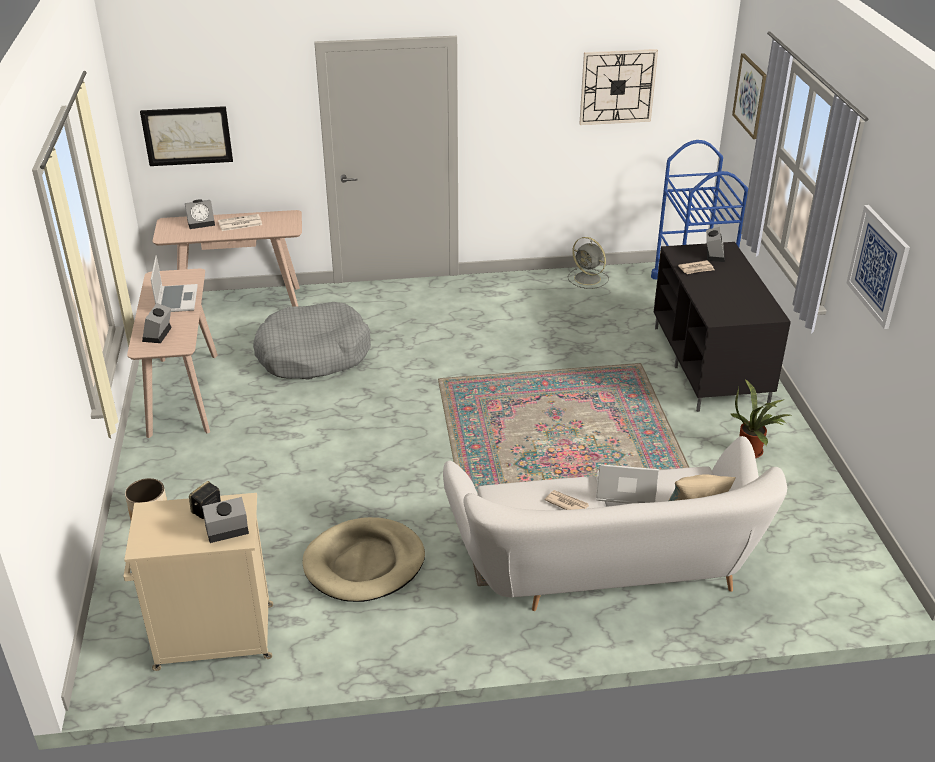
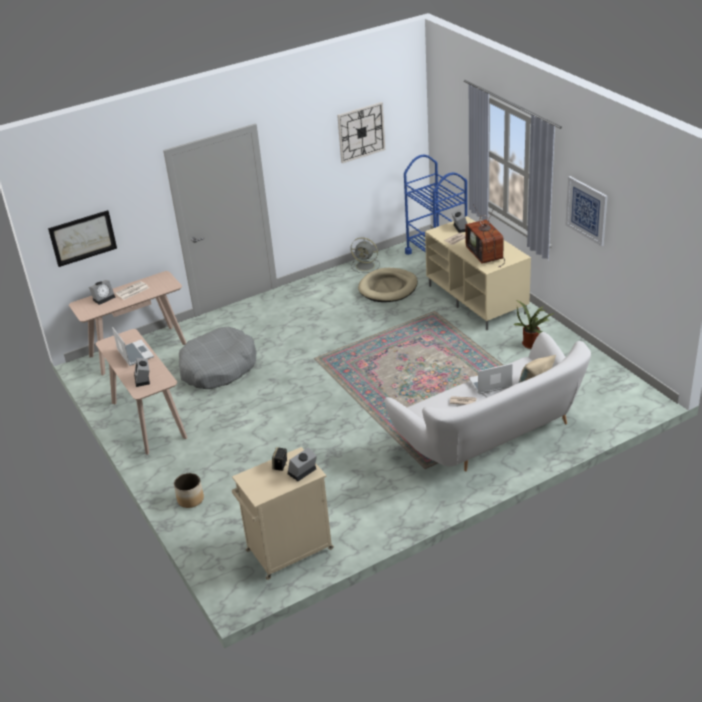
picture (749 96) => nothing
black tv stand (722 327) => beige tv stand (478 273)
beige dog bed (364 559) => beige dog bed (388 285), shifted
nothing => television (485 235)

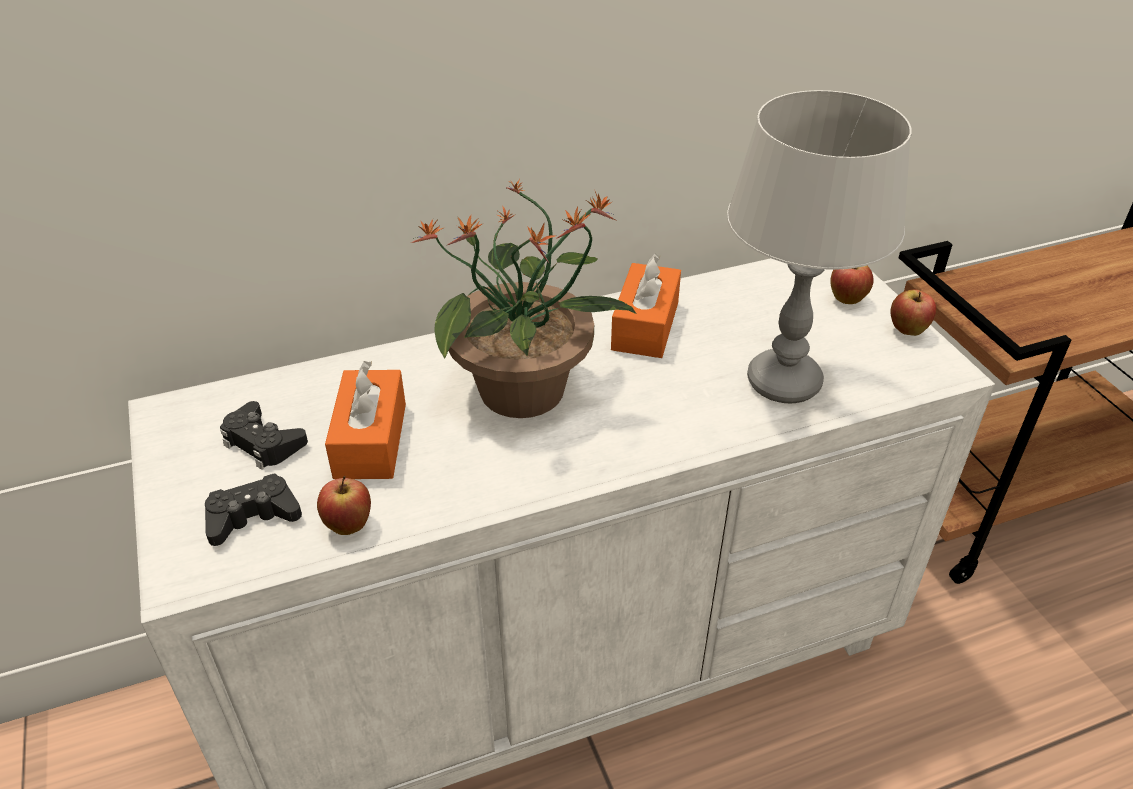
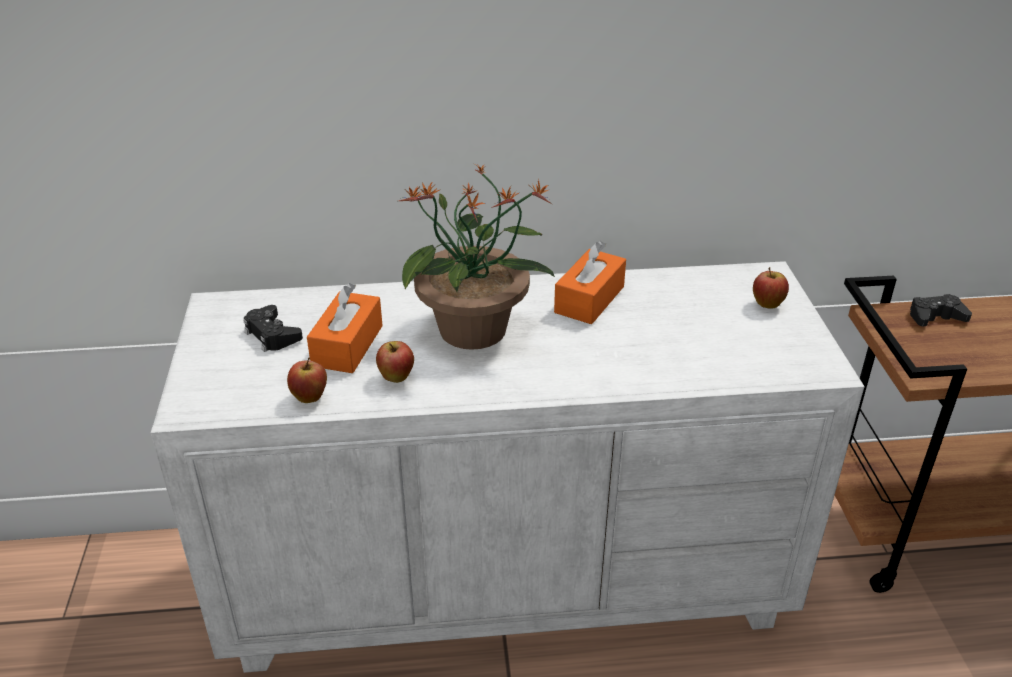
grey table lamp (819 246) => nothing
apple (913 313) => apple (395 362), shifted
black game controller (253 509) => black game controller (941 310), shifted

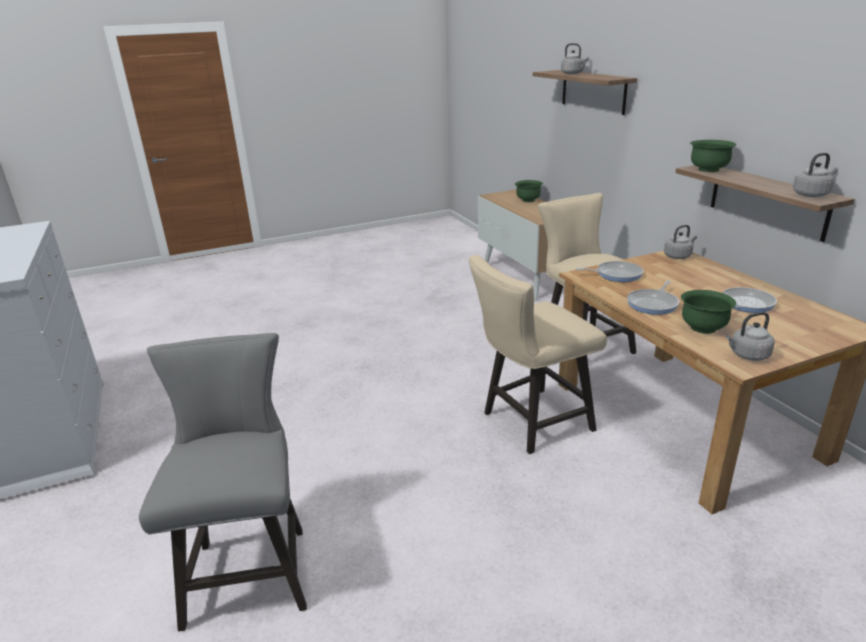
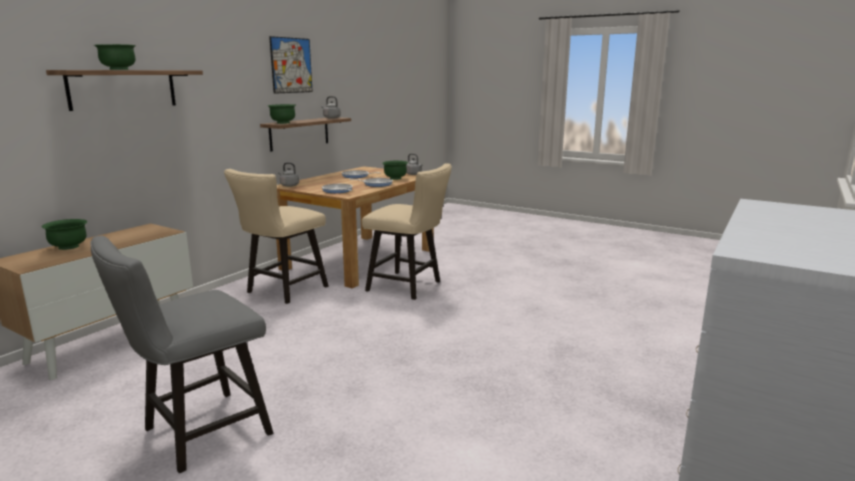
grey kettle (575 58) => green bowl (115 57)
grey chair (223 482) => grey chair (181 354), shifted
nothing => picture (291 65)

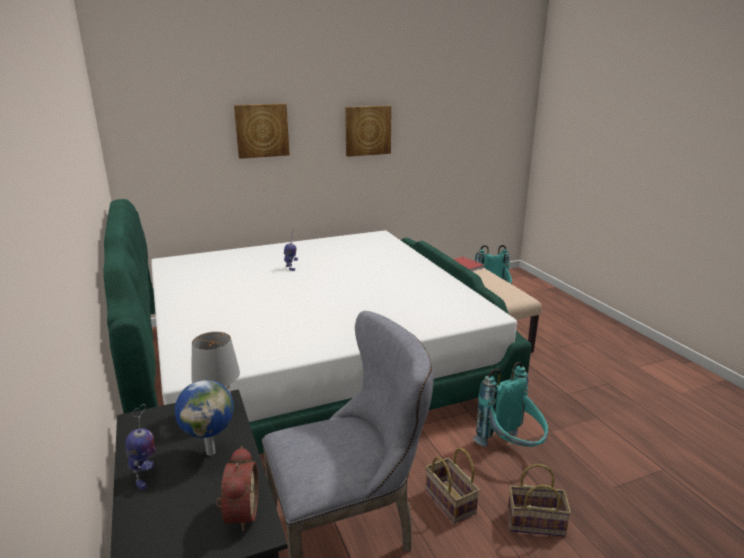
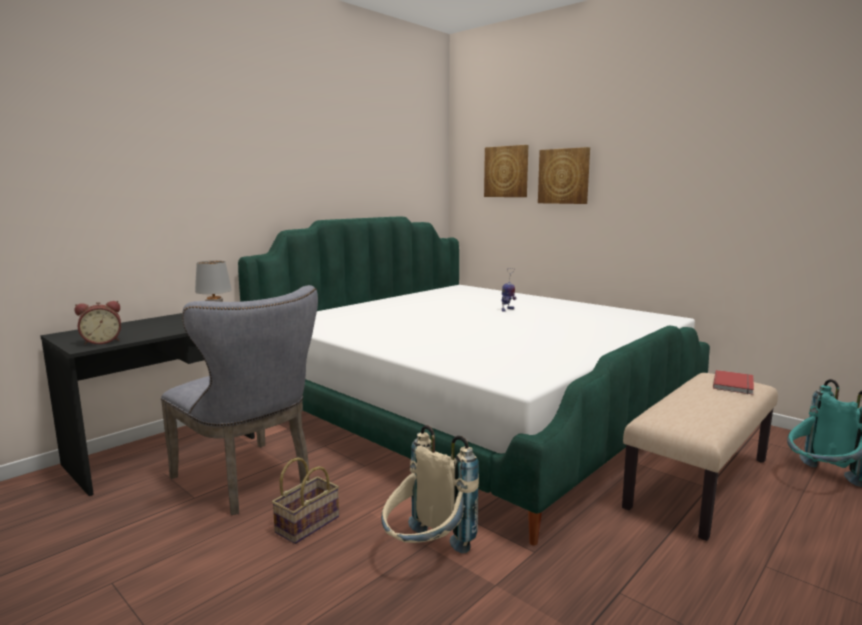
picture (368 131) => picture (506 171), shifted
turquoise backpack (510 404) => beige backpack (430 489)
globe (204 418) => nothing
toy robot (141 447) => nothing
basket (539 500) => nothing

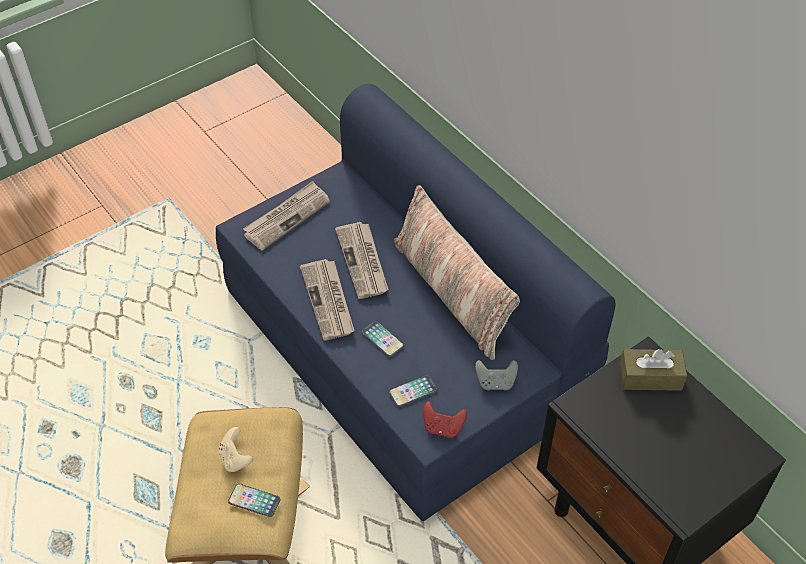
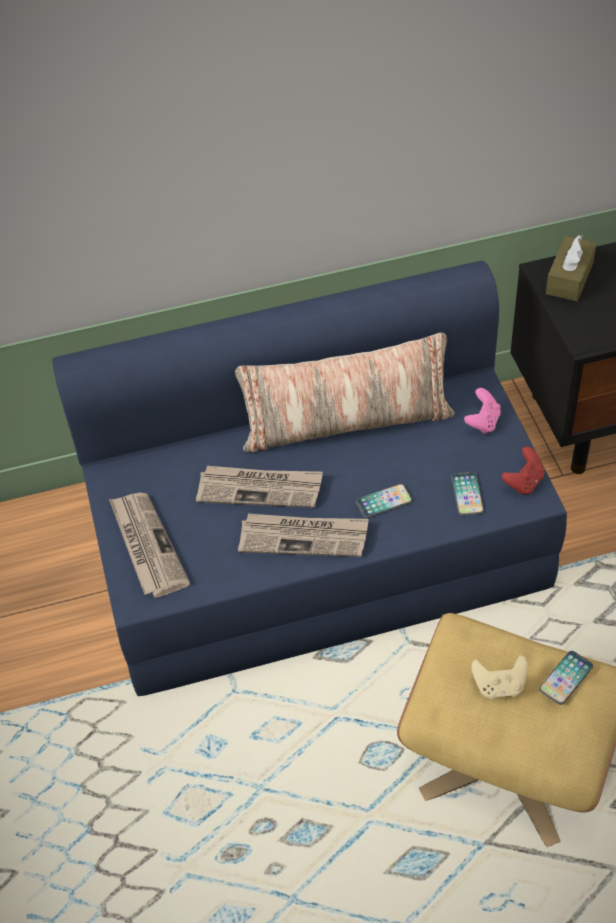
grey game controller (496 375) => pink game controller (482 411)

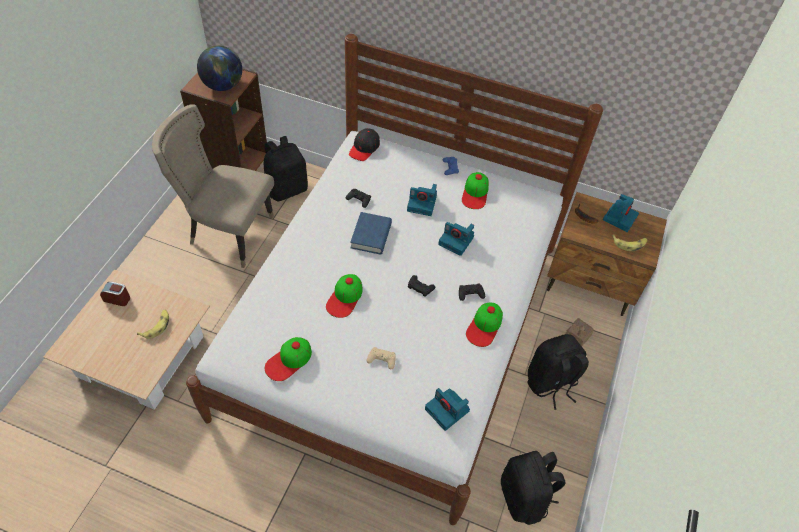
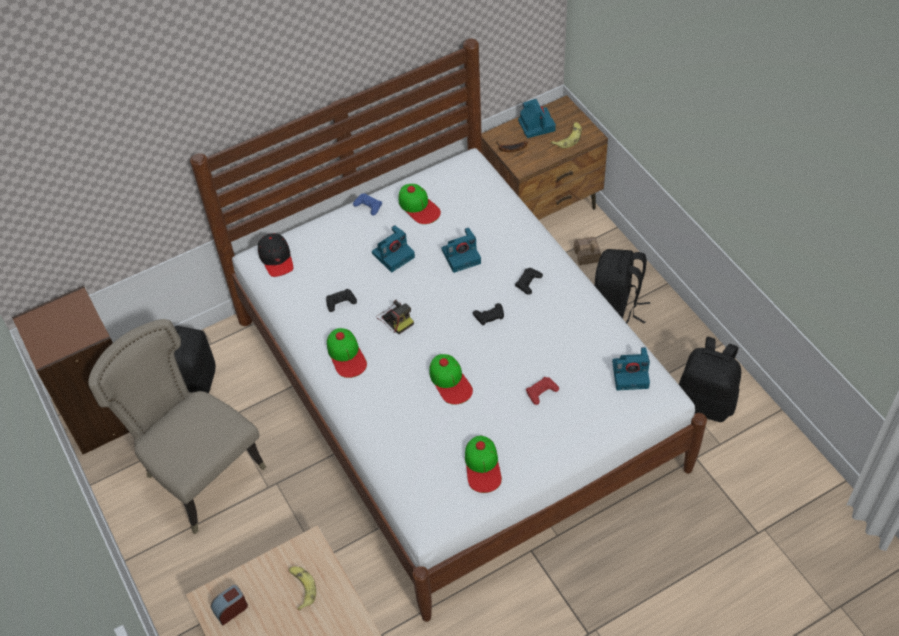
globe (219 68) => nothing
beige chair (213 186) => beige chair (177 426), 75 degrees clockwise
blue book (371 233) => photo camera (395 317)
cap (484 325) => cap (347 353), shifted
beige game controller (381 358) => red game controller (542 391)

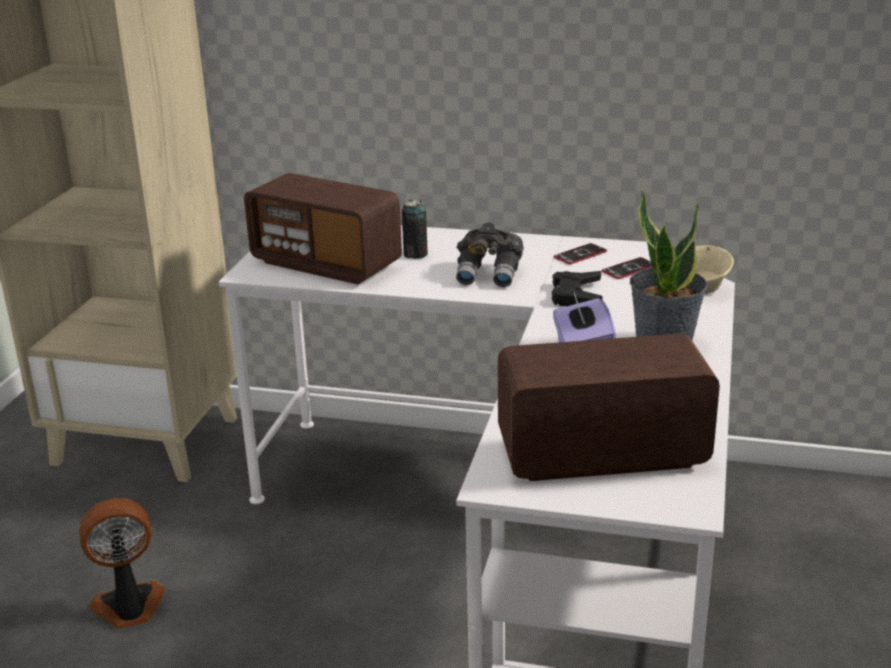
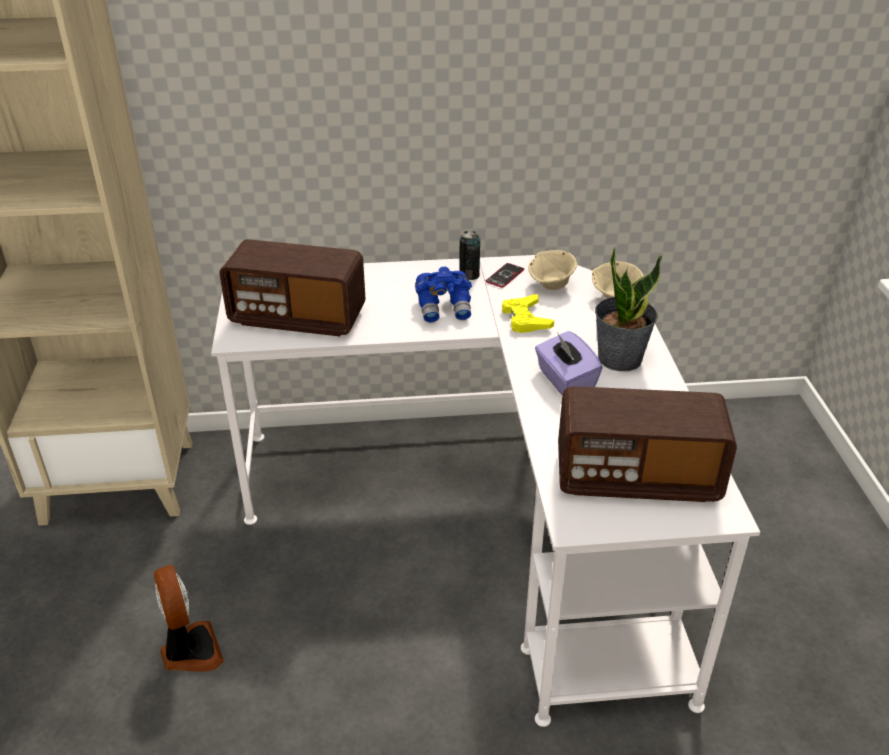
can (415 229) => can (469 255), shifted
grey binoculars (490 254) => blue binoculars (443 294)
phone (627 268) => beige bowl (552 270)
black game controller (577 288) => yellow game controller (528 313)
radio (609 407) => radio (647 444), 150 degrees counterclockwise
fan (121 563) => fan (188 618), 105 degrees clockwise

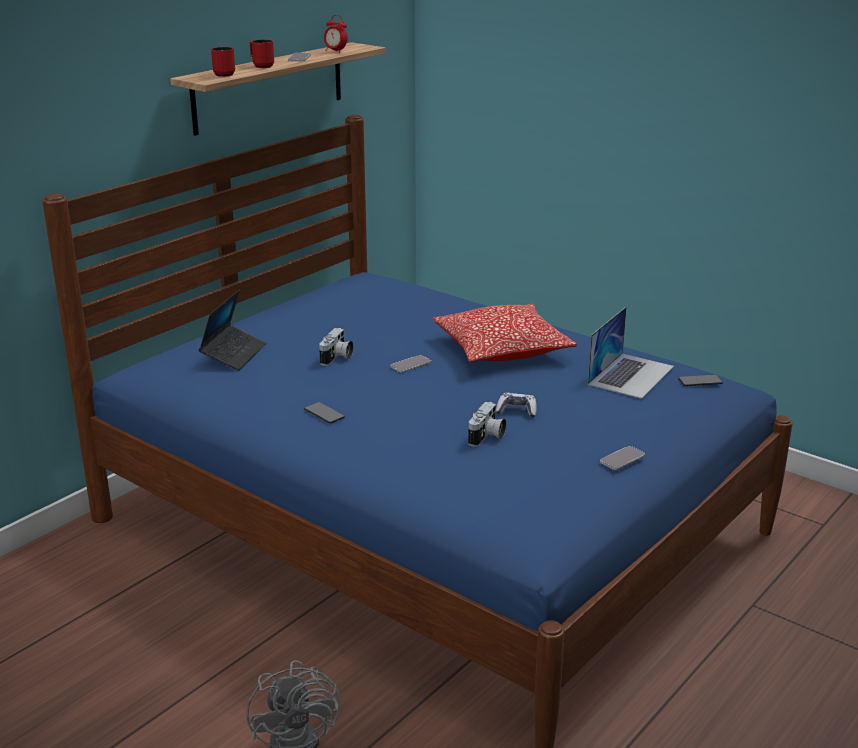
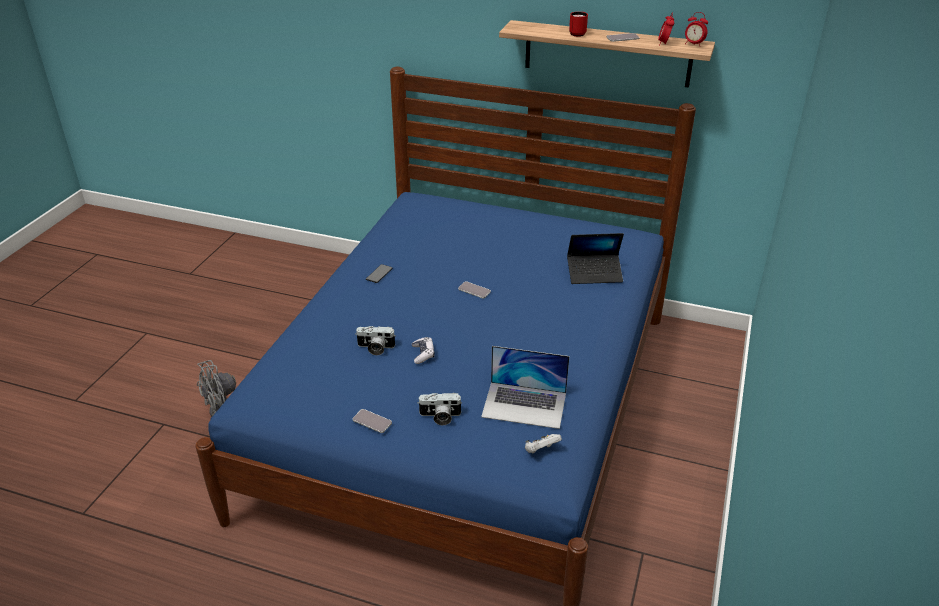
red mug (223 62) => nothing
laptop (232 330) => laptop (595 258), shifted
pillow (505 333) => nothing
photo camera (336 347) => photo camera (440 409), shifted
phone (700 380) => white game controller (543 443)
nothing => alarm clock (696 29)

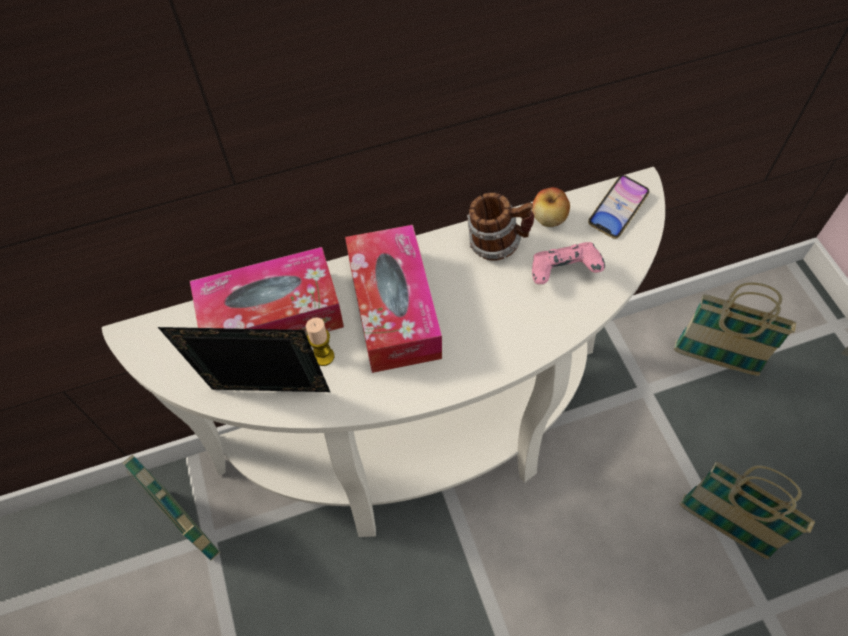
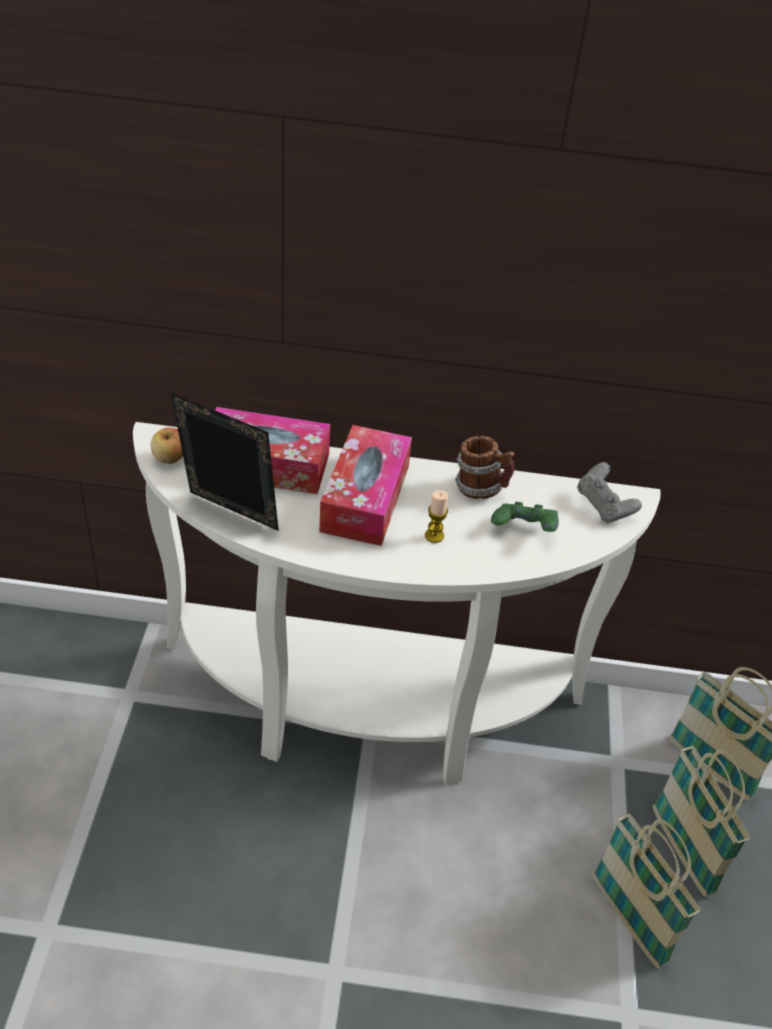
phone (619 207) => grey game controller (609 492)
apple (551 207) => apple (167 446), shifted
pink game controller (568 263) => green game controller (525 517)
candle (320 341) => candle (436 516), shifted
basket (171 507) => basket (701 820), shifted

